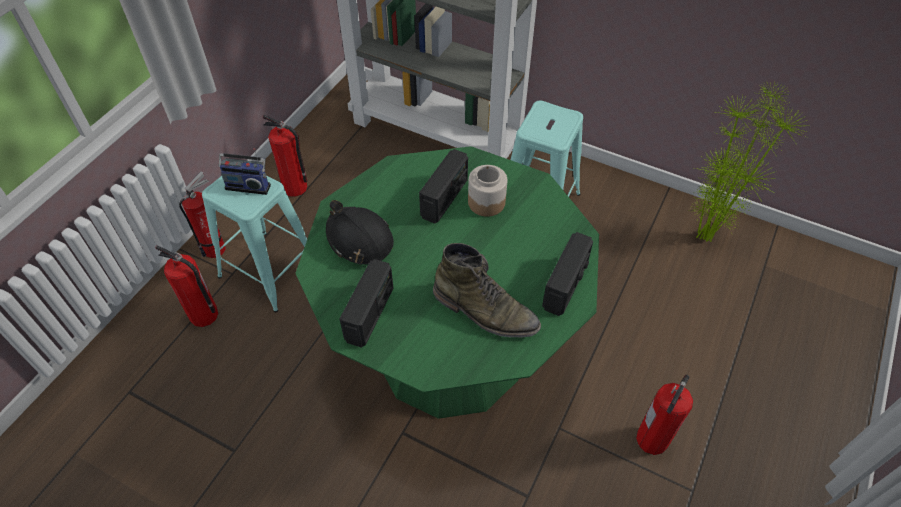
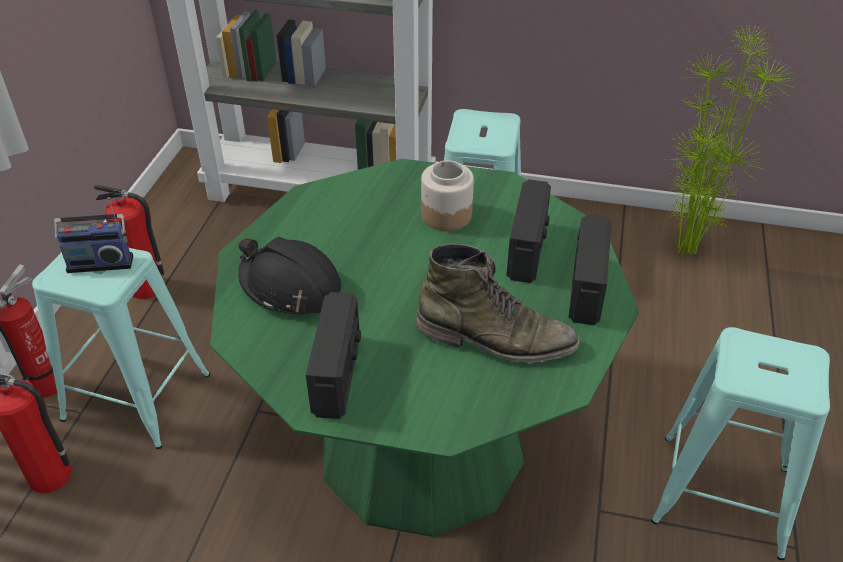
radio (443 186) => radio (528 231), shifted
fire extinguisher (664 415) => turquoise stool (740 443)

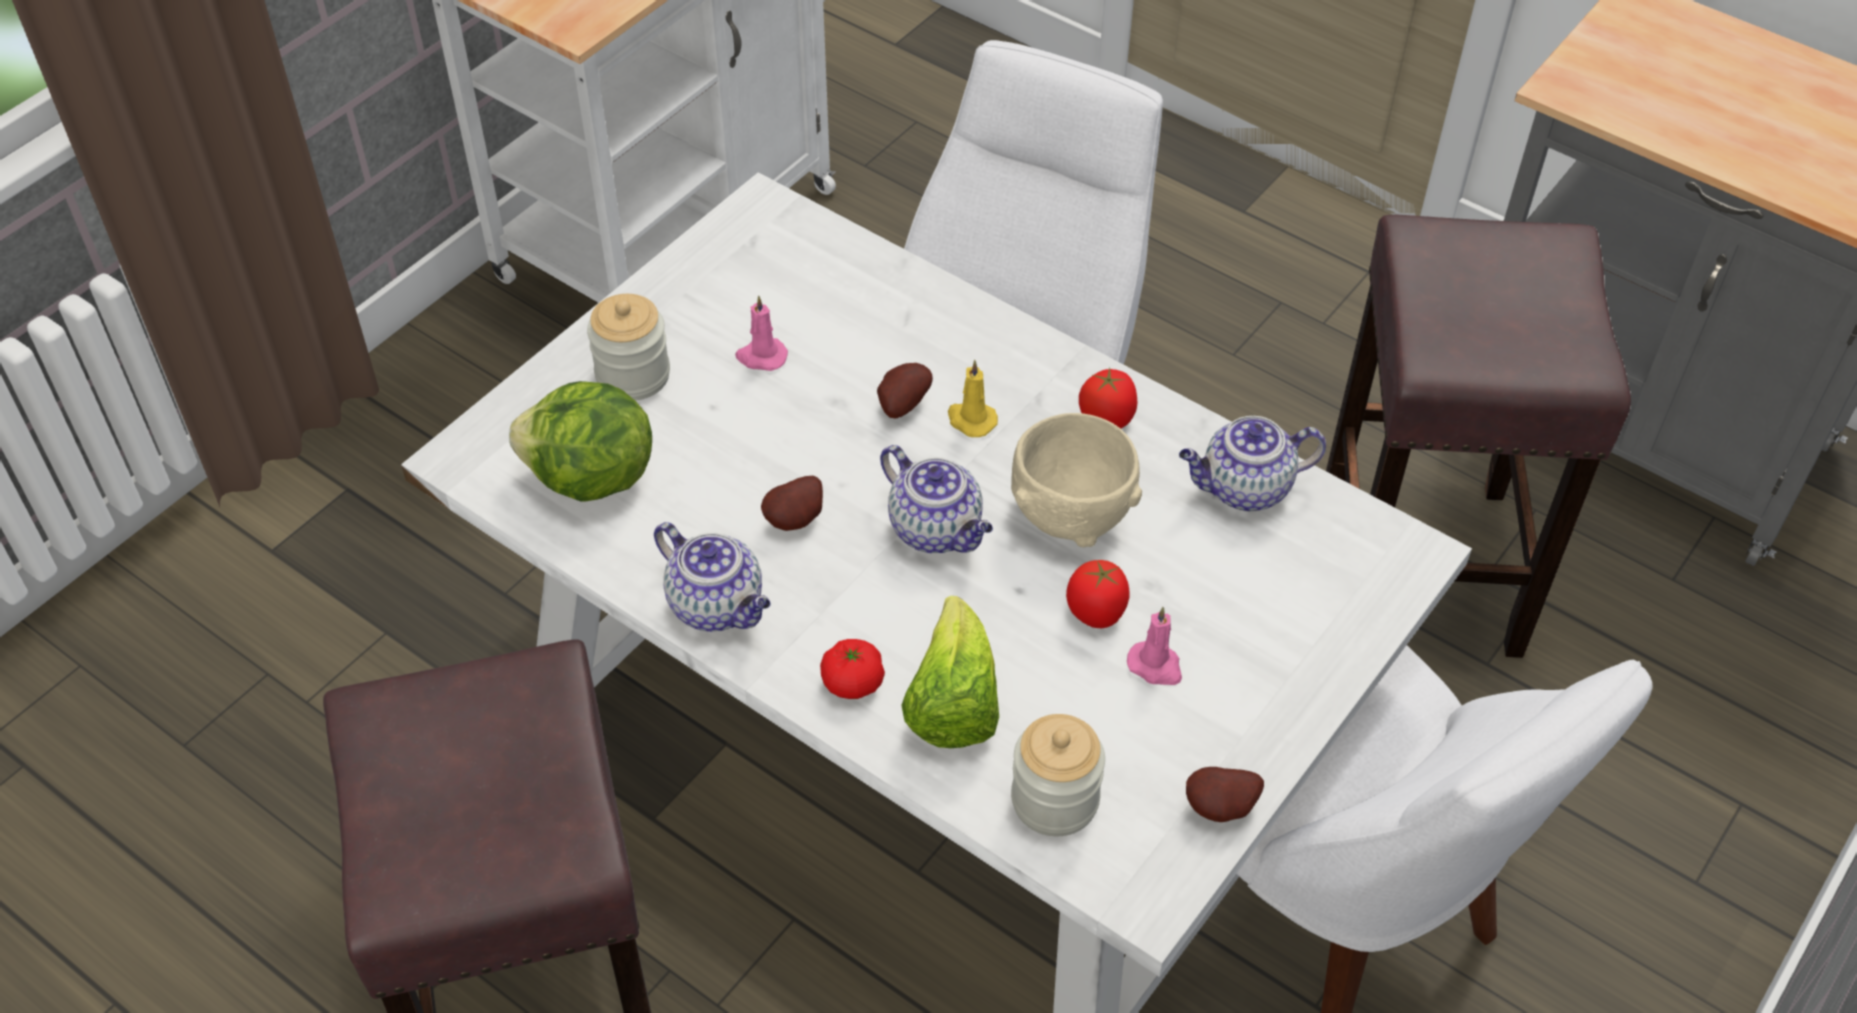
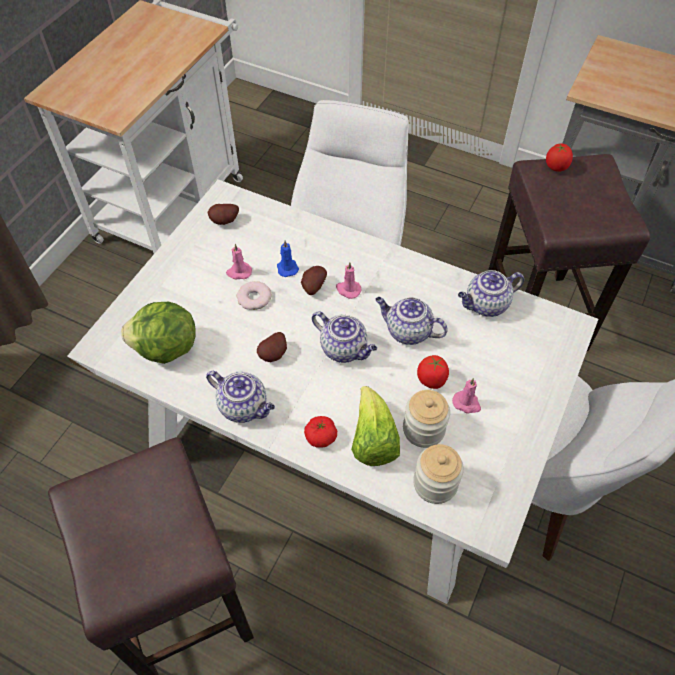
jar (628 347) => jar (426 419), shifted
yellow candle (973 398) => pink candle (349 280)
tomato (1108 398) => tomato (559 157), shifted
beige bowl (1076 480) => teapot (411 321)
potato (1225 794) => potato (223 214), shifted
nothing => blue candle (288 259)
nothing => donut (253 295)

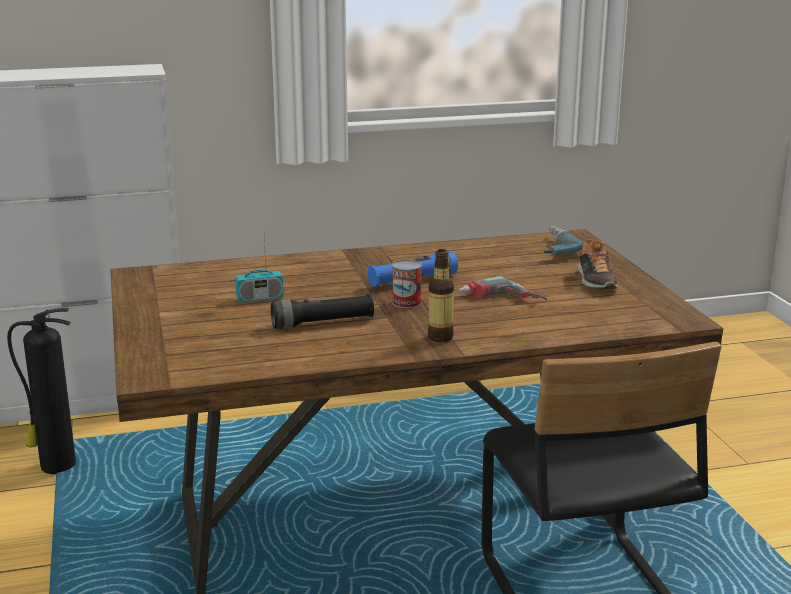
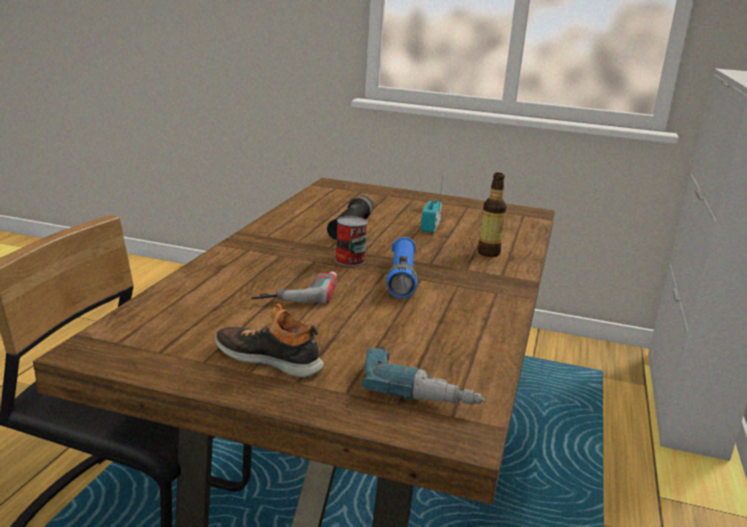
bottle (441 295) => bottle (492 215), shifted
fire extinguisher (41 391) => nothing

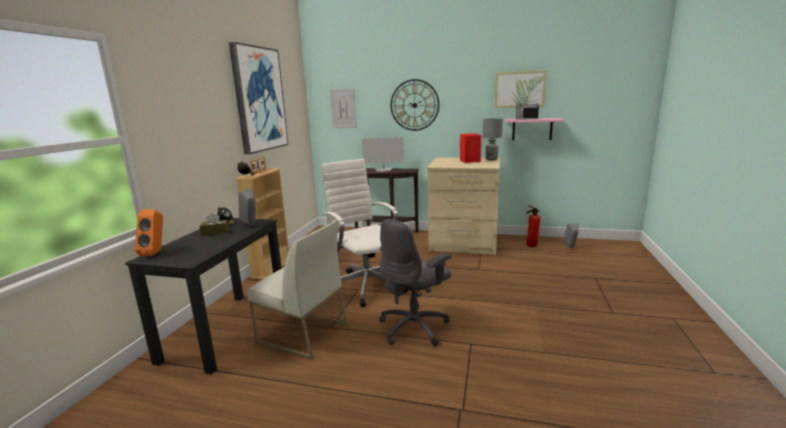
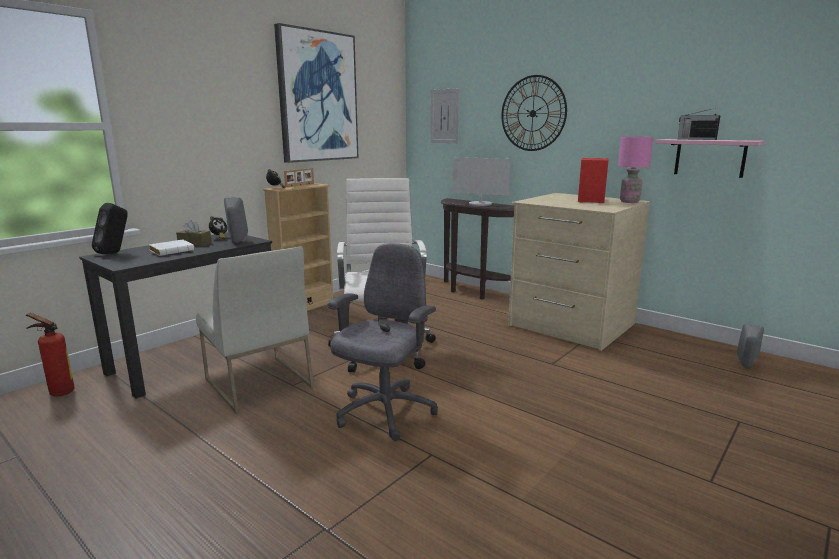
picture (521 89) => nothing
grey table lamp (493 139) => pink table lamp (635 170)
fire extinguisher (533 226) => fire extinguisher (50 354), shifted
orange speaker (149 232) => black speaker (110 228)
grey office chair (415 282) => grey office chair (383 342), 135 degrees clockwise
nothing => white book (171 247)

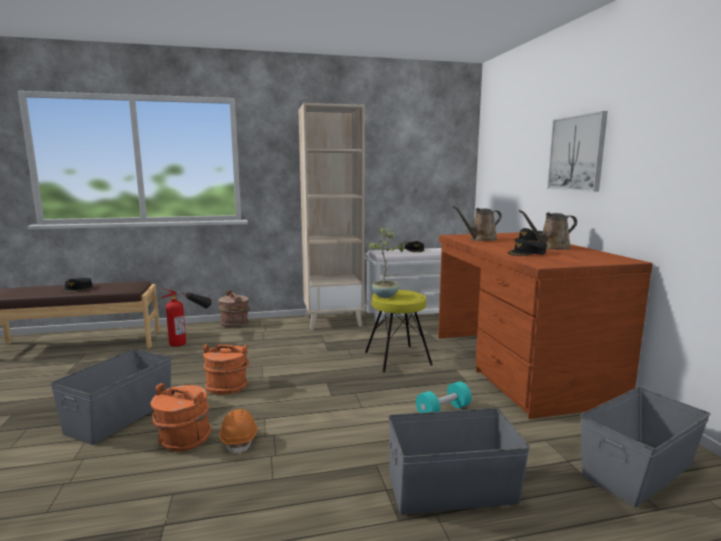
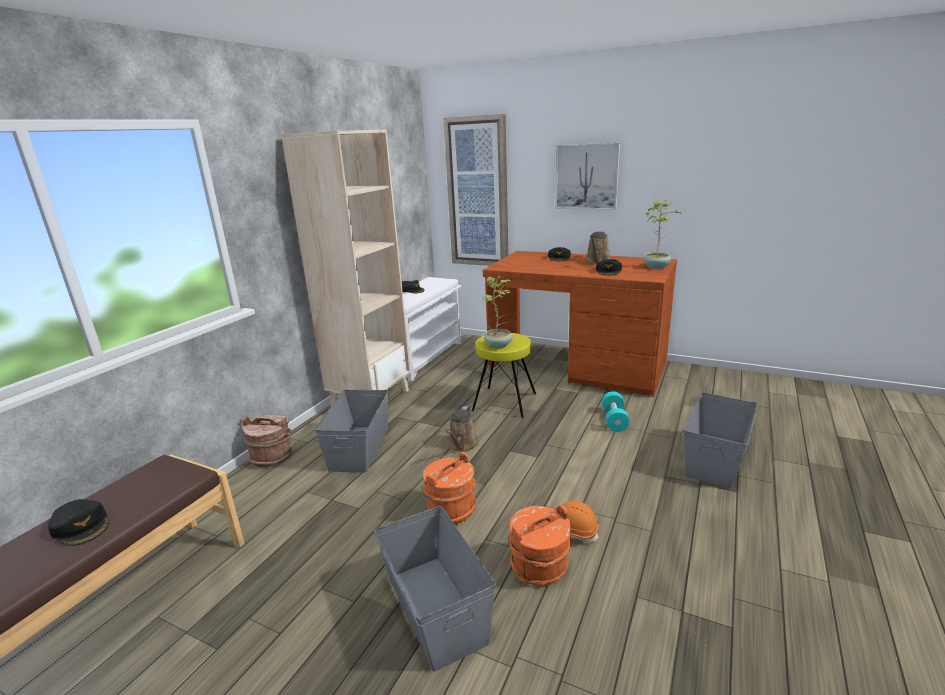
brown watering can (477 223) => brown watering can (463 429), shifted
fire extinguisher (186 317) => nothing
grey storage box (645 447) => grey storage box (352 431), shifted
nothing => picture (475 190)
nothing => potted plant (661 234)

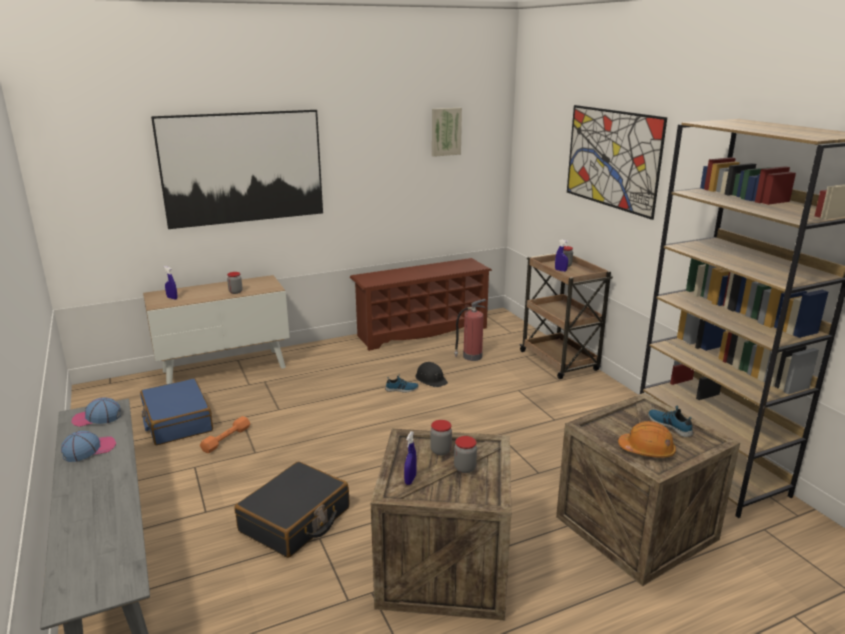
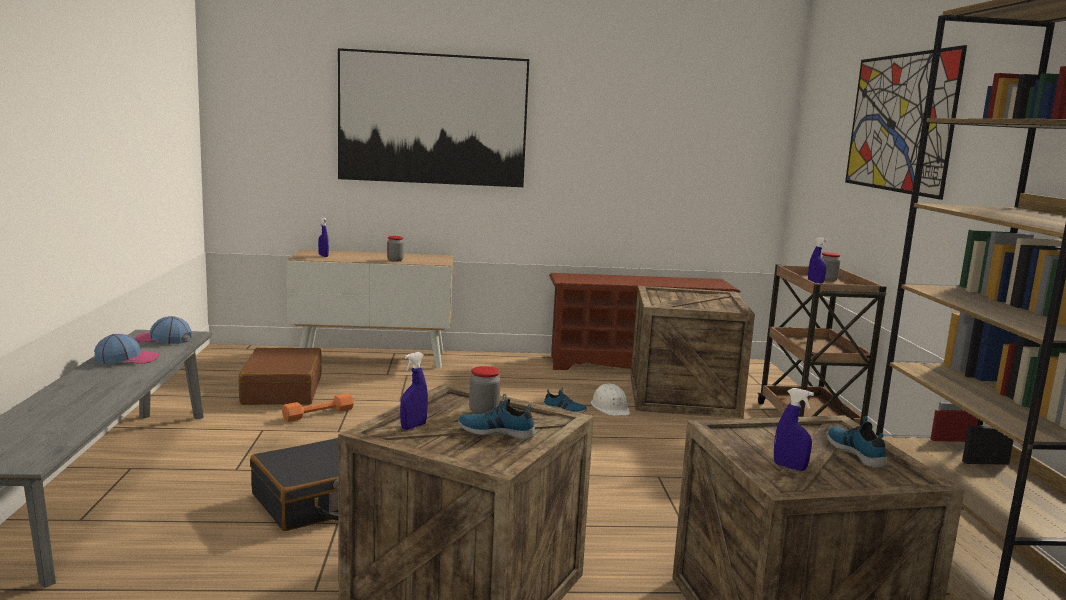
picture (447 132) => nothing
fire extinguisher (470 330) => crate (693 352)
black hard hat (431 374) => white hard hat (610 399)
blue suitcase (176 412) => brown suitcase (280 376)
orange hard hat (647 439) => blue spray bottle (794 429)
jar (465 454) => shoe (497 416)

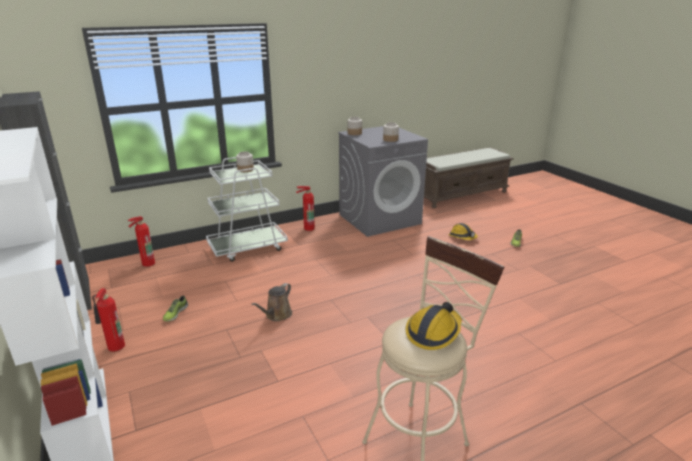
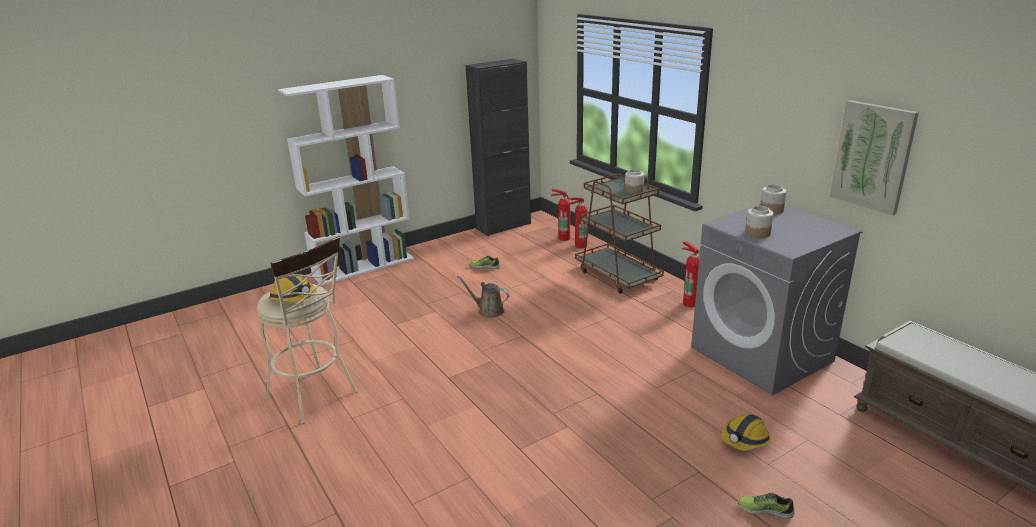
white cart (247 209) => brown cart (619 234)
fire extinguisher (108 320) => fire extinguisher (578 222), shifted
nothing => picture (874 157)

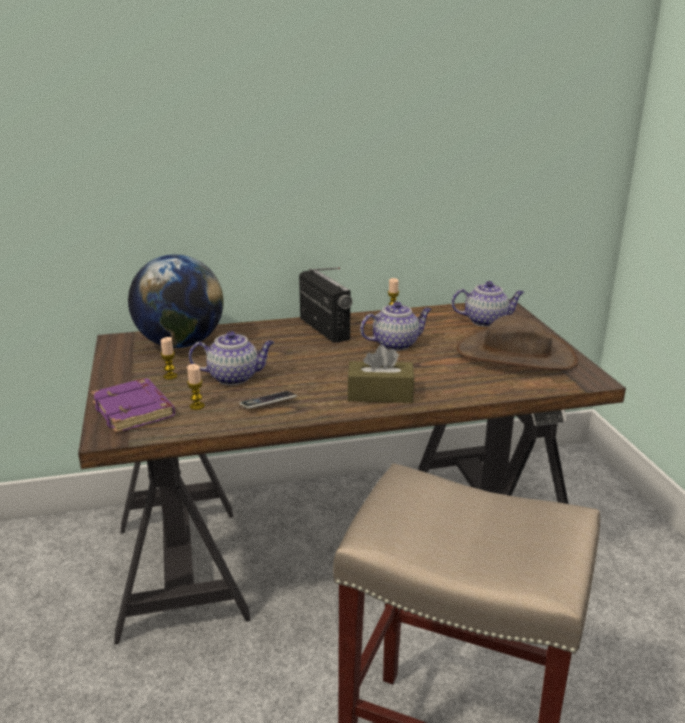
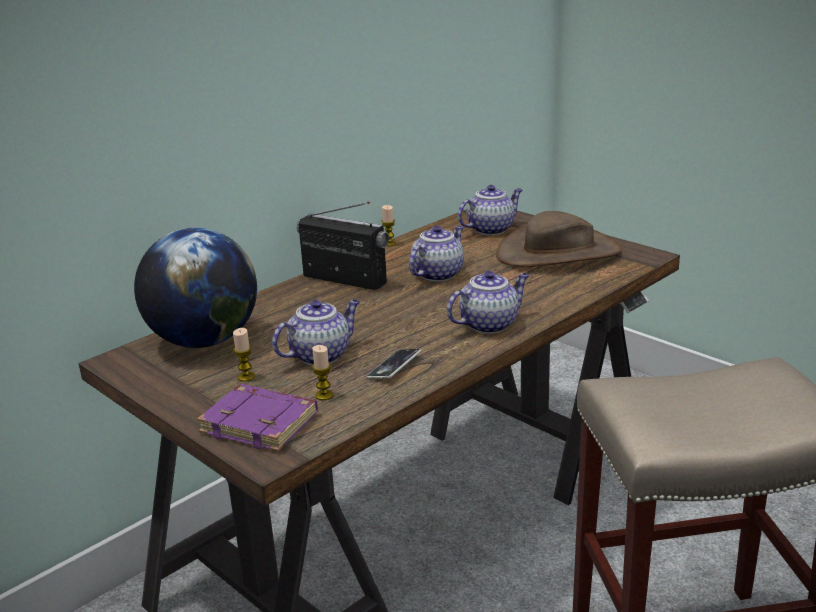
brown tissue box (381 374) => teapot (488 302)

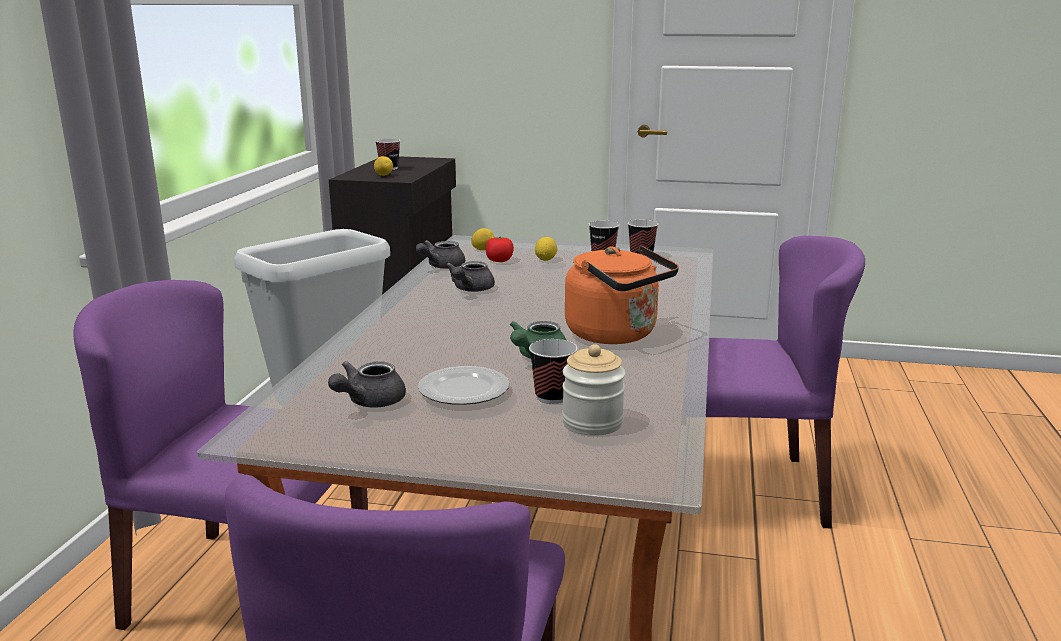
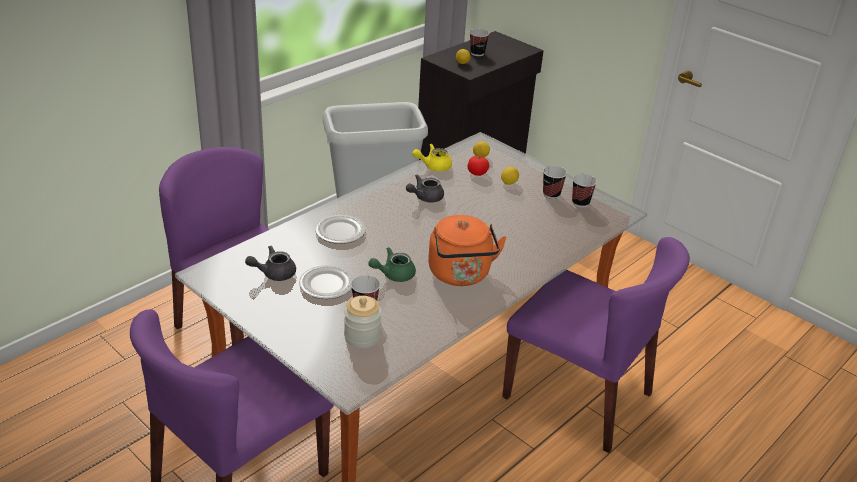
grey teapot (440 254) => yellow teapot (432 157)
nothing => plate (340 229)

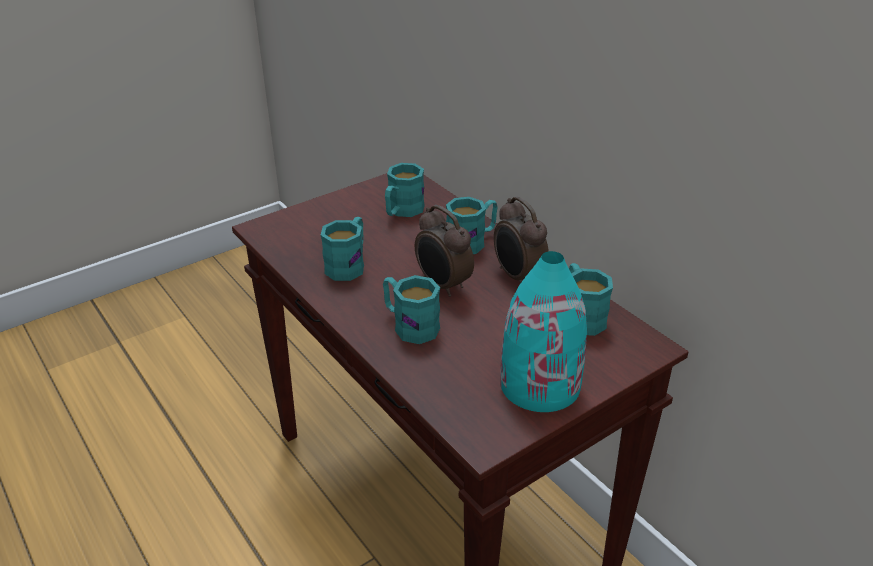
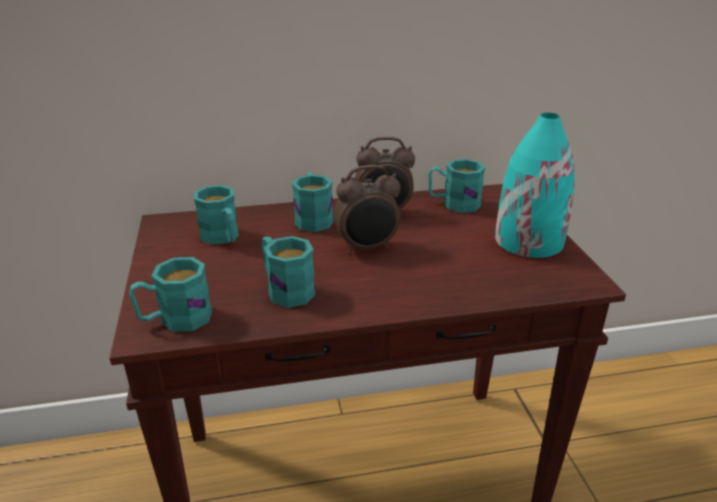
turquoise mug (411 309) => turquoise mug (170 294), shifted

